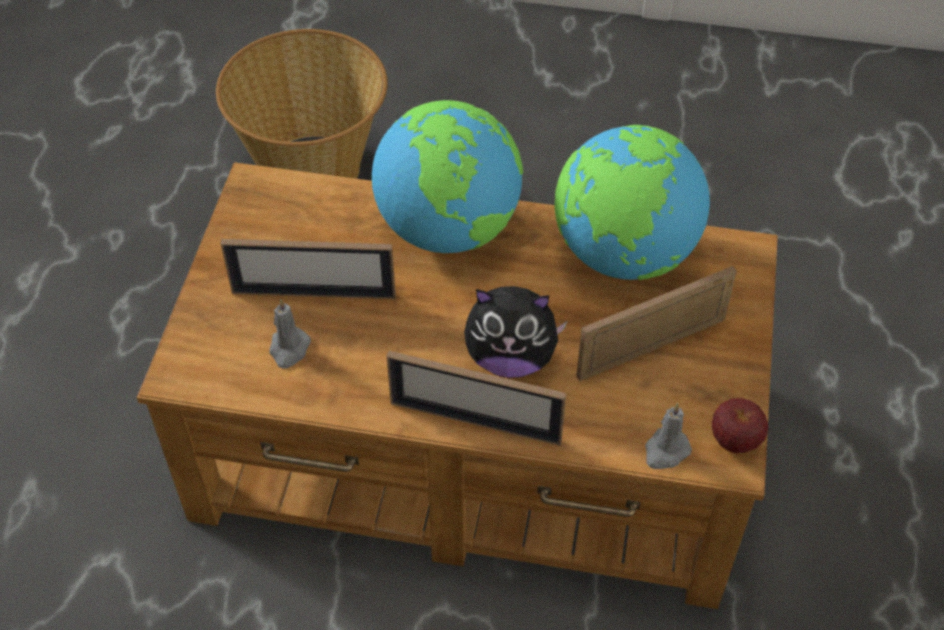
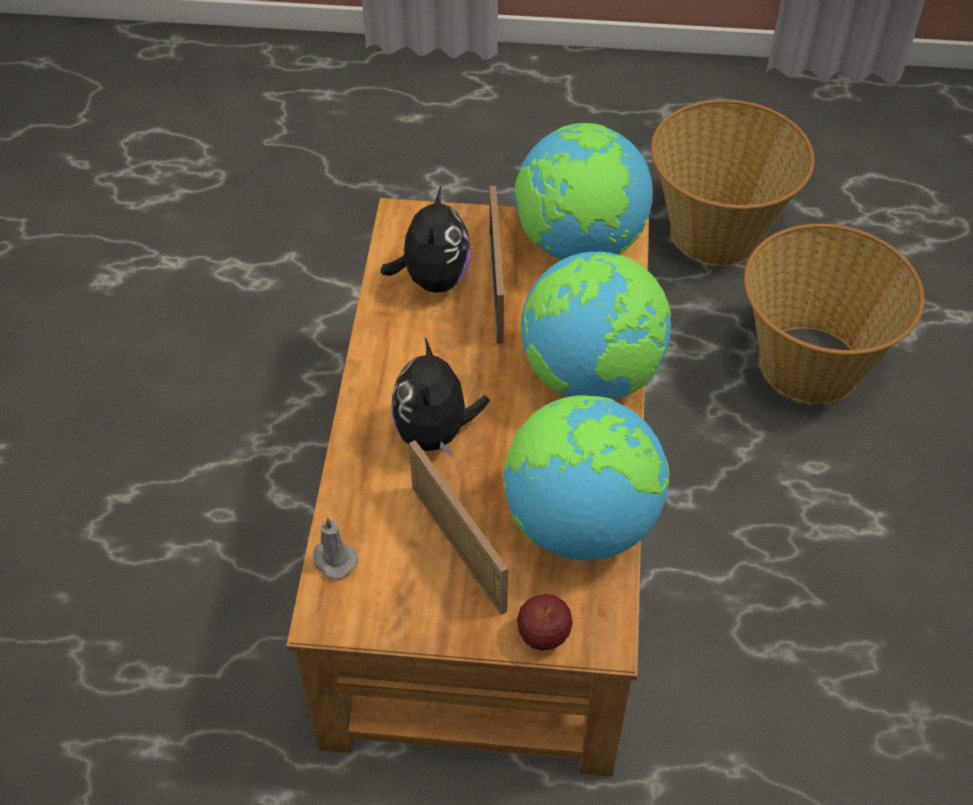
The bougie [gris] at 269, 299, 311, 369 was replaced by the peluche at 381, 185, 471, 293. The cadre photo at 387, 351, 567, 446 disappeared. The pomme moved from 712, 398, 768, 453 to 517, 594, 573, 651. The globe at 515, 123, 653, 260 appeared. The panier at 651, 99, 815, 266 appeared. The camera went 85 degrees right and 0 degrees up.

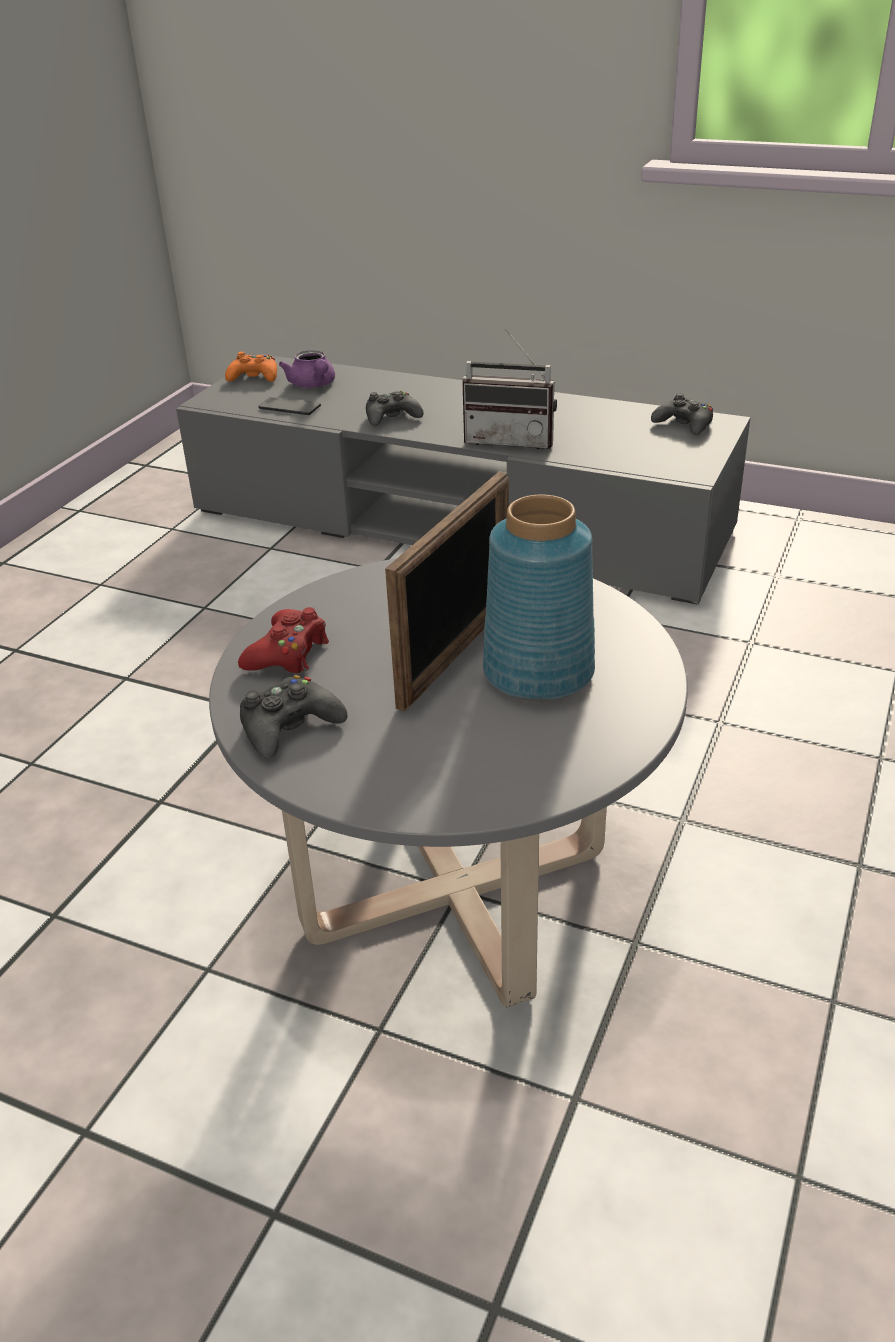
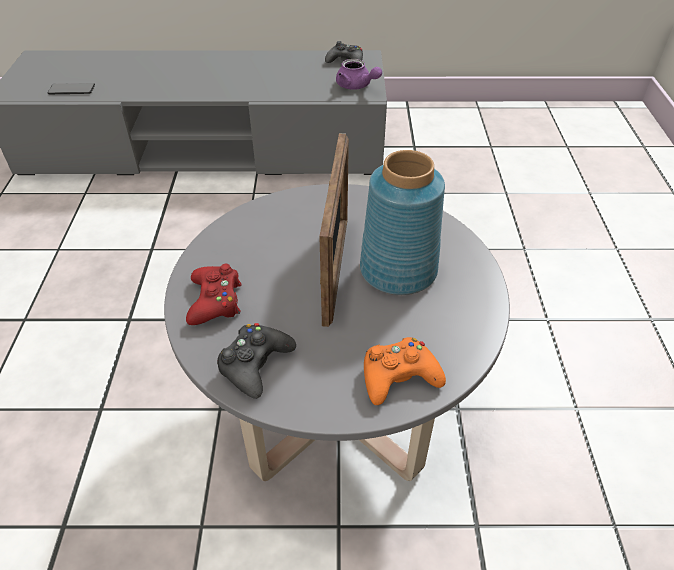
The manette [orange] moved from 225, 352, 277, 382 to 364, 337, 446, 405. The théière [violet] moved from 279, 350, 335, 388 to 336, 59, 382, 90. The manette [noir] at 366, 391, 423, 426 disappeared. The radio at 462, 329, 557, 449 disappeared. The camera went 25 degrees left and 10 degrees up.

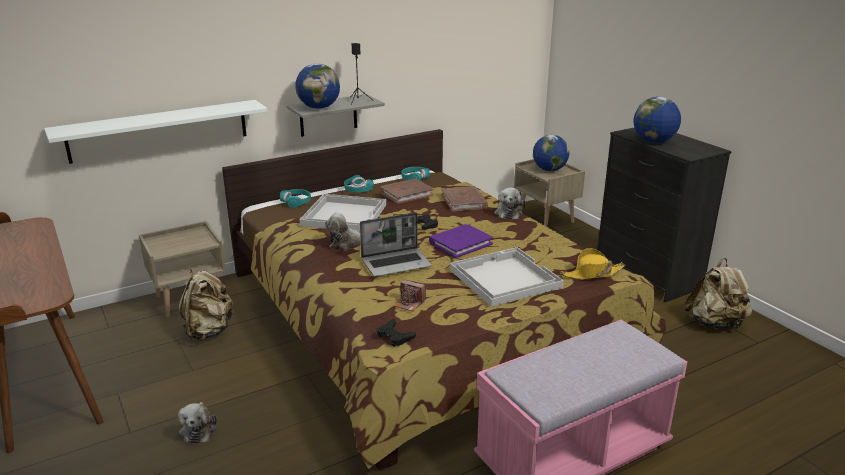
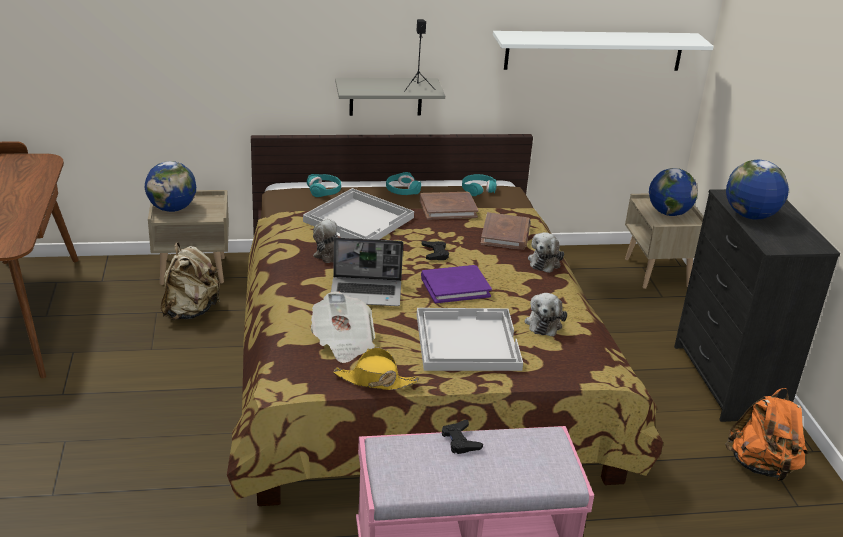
The étagère [blanc] moved from 44, 100, 268, 164 to 493, 31, 714, 71. The peluche moved from 178, 402, 217, 444 to 525, 293, 567, 337. The globe moved from 295, 63, 340, 109 to 145, 161, 196, 212. The manette [noir] moved from 377, 319, 416, 346 to 442, 420, 483, 454. The appareil photo at 393, 280, 426, 312 was replaced by the journal at 311, 291, 375, 363. The chapeau [jaune] moved from 560, 248, 626, 280 to 333, 348, 419, 390. The sac à dos [beige] at 685, 258, 752, 329 became the sac à dos [orange] at 725, 388, 808, 481. The camera went 20 degrees right and 5 degrees up.

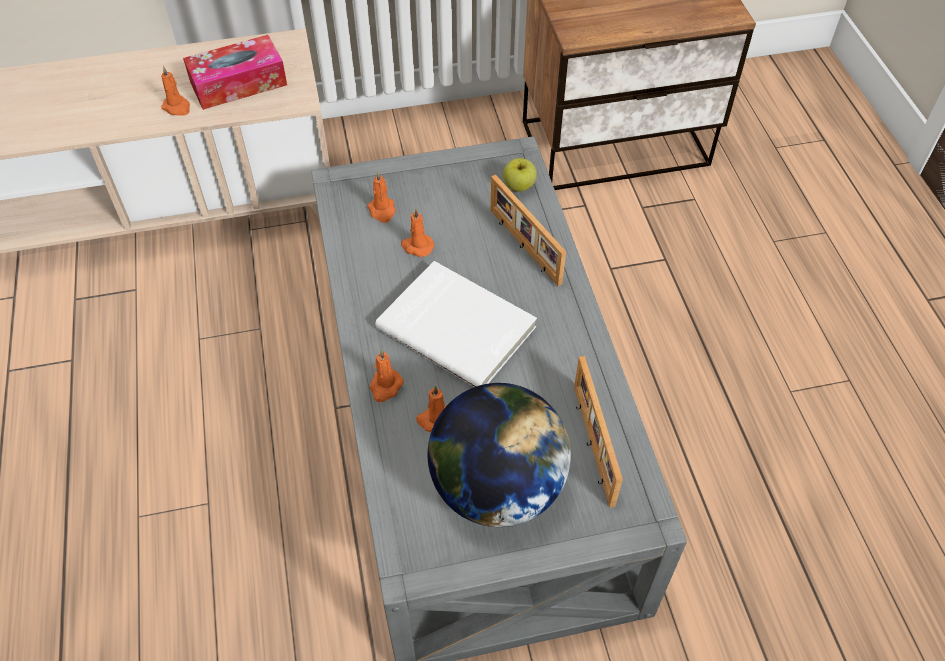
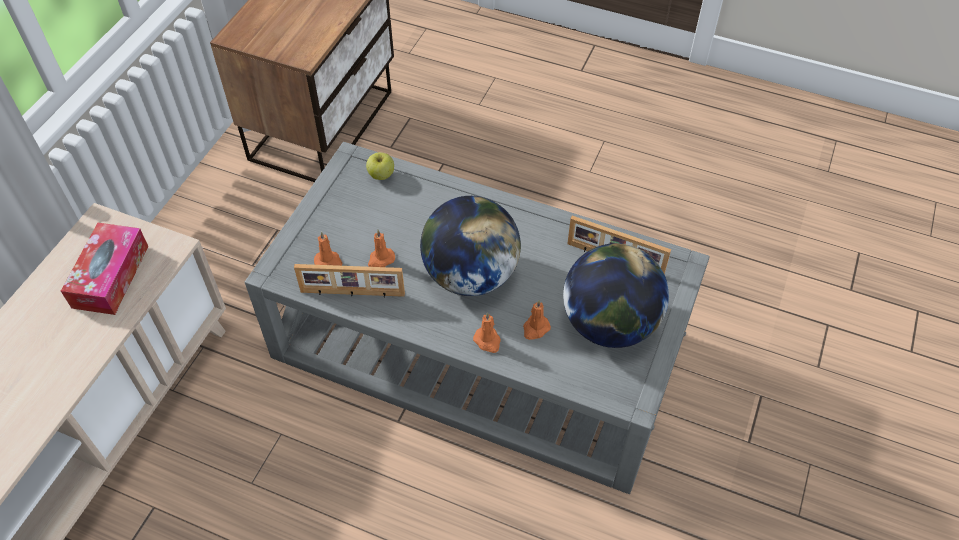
The bougie [orange] at 161, 66, 190, 116 disappeared. The livre [blanc] at 375, 261, 537, 387 was replaced by the globe at 420, 196, 521, 296. The cadre photo moved from 490, 175, 566, 286 to 294, 264, 405, 298. The camera went 55 degrees left and 0 degrees up.

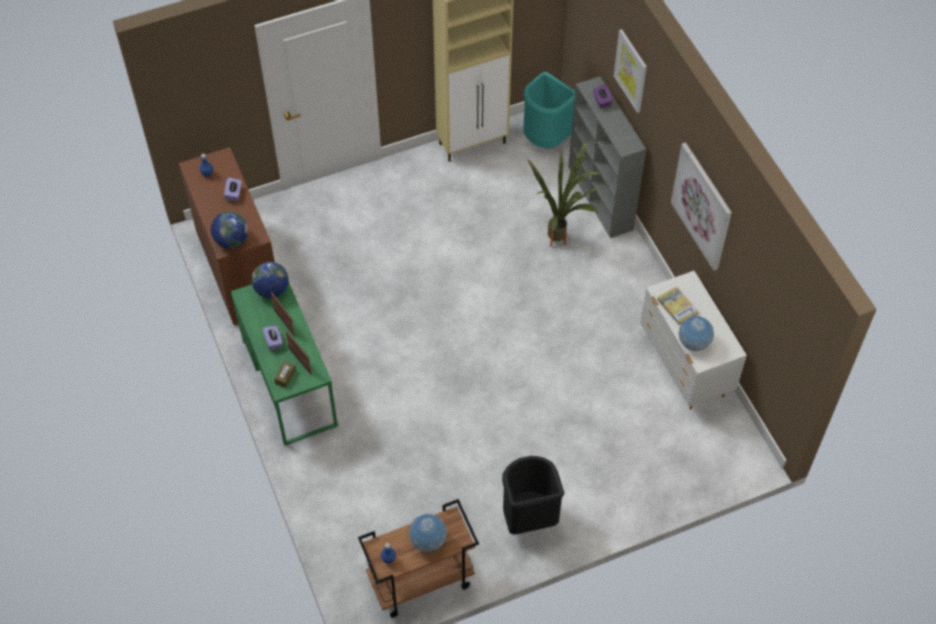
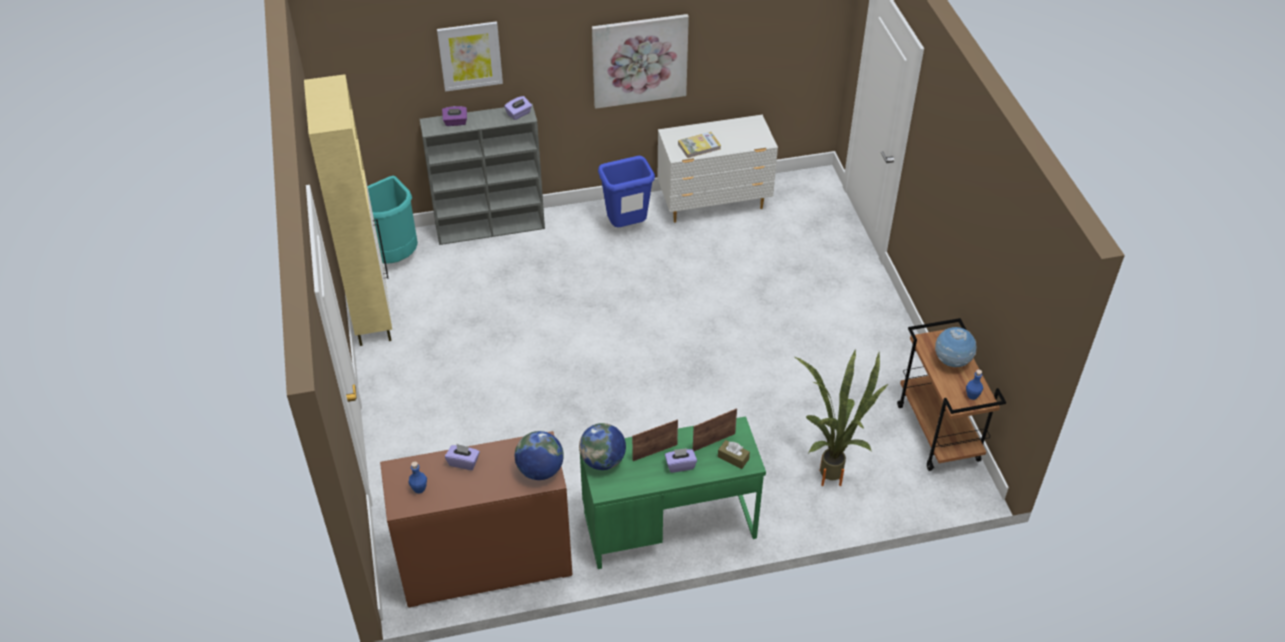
The poubelle [noir] at 502, 456, 564, 535 disappeared. The plante en pot moved from 528, 139, 603, 247 to 795, 350, 888, 486. The globe at 678, 316, 714, 351 disappeared. The boîte à mouchoirs [violet] at 504, 96, 532, 120 appeared. The poubelle [bleu] at 598, 156, 655, 227 appeared. The camera went 80 degrees left and 10 degrees down.

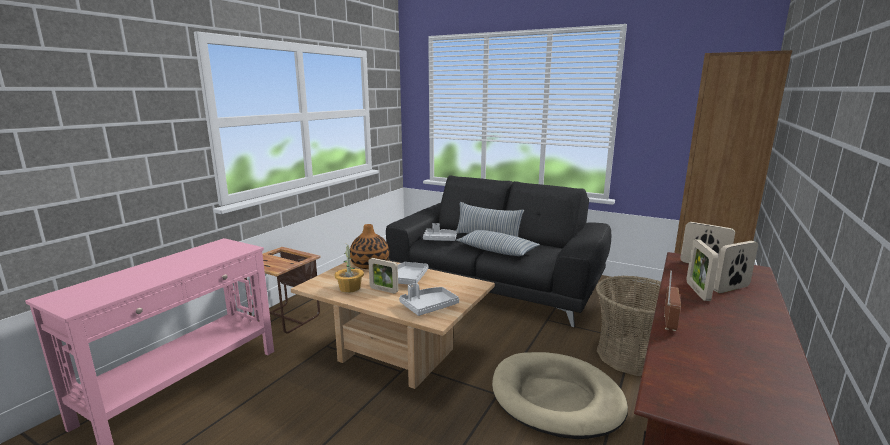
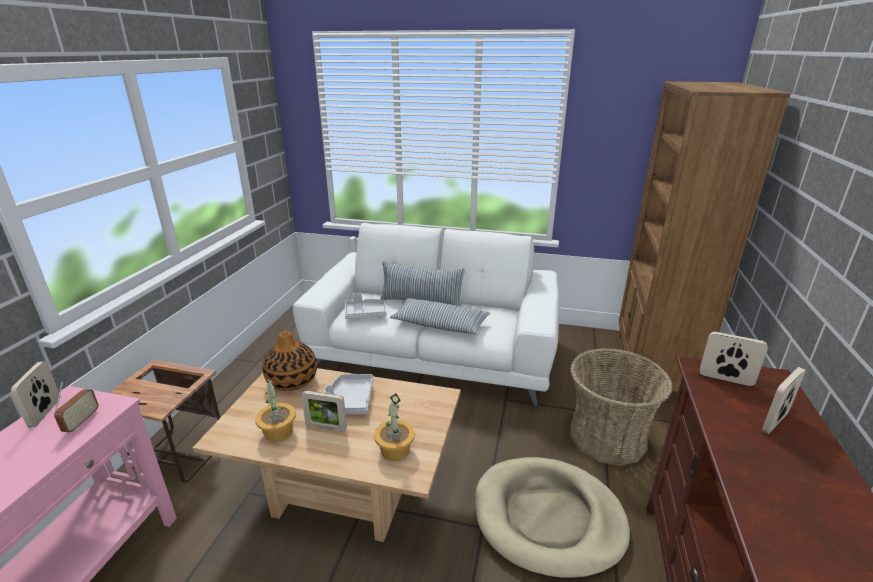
The canapé [noir] at 386, 175, 611, 327 became the canapé [blanc] at 293, 223, 560, 406. The plateau [gris] at 399, 283, 459, 316 was replaced by the plante en pot at 374, 393, 415, 461. The radio moved from 664, 270, 681, 331 to 54, 382, 99, 432. The cadre photo moved from 687, 239, 719, 301 to 11, 361, 60, 427. The camera went 15 degrees left and 10 degrees up.

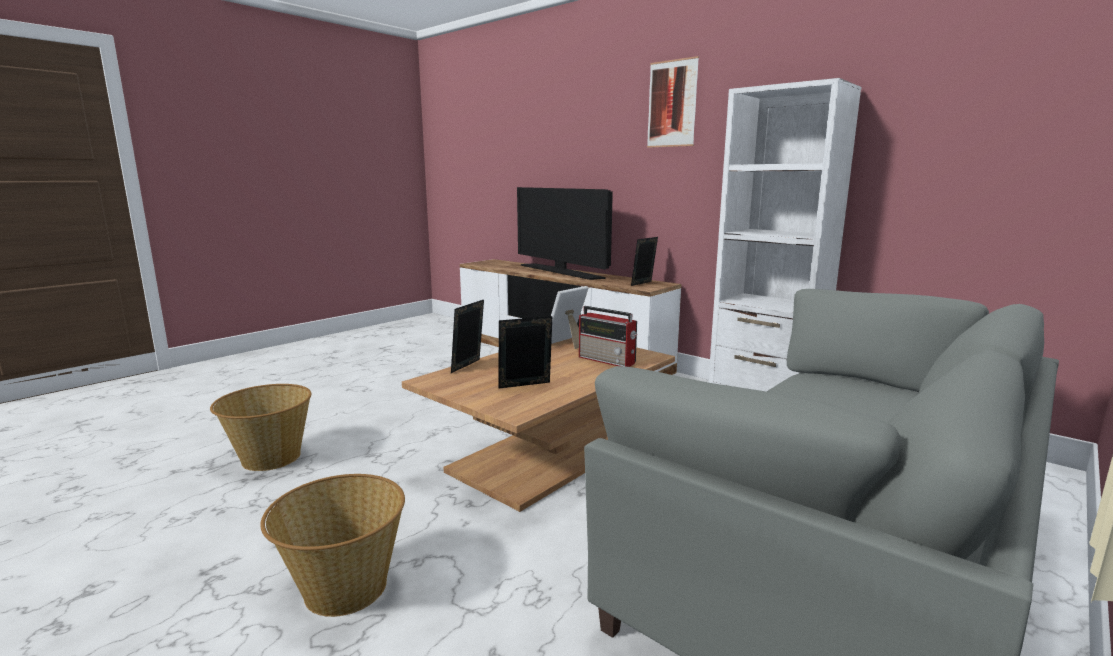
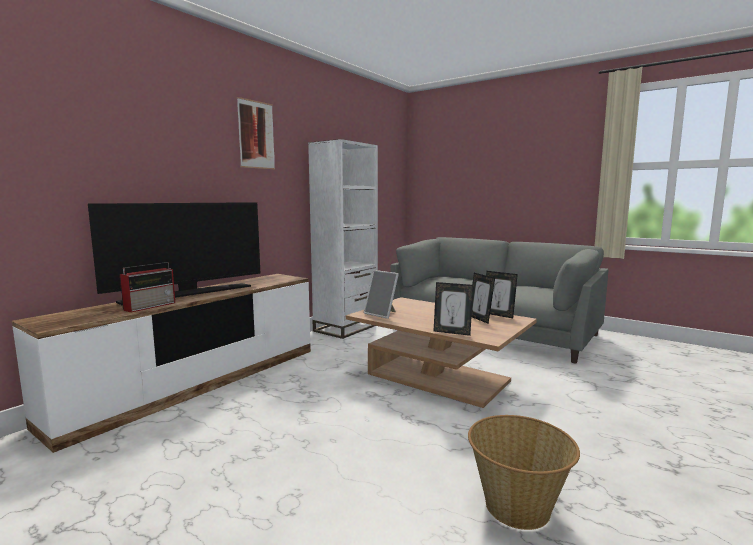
The panier at 260, 474, 405, 617 disappeared. The radio moved from 579, 306, 637, 367 to 120, 262, 175, 312. The cadre photo moved from 631, 237, 658, 286 to 486, 271, 518, 318. The camera went 95 degrees left and 5 degrees down.

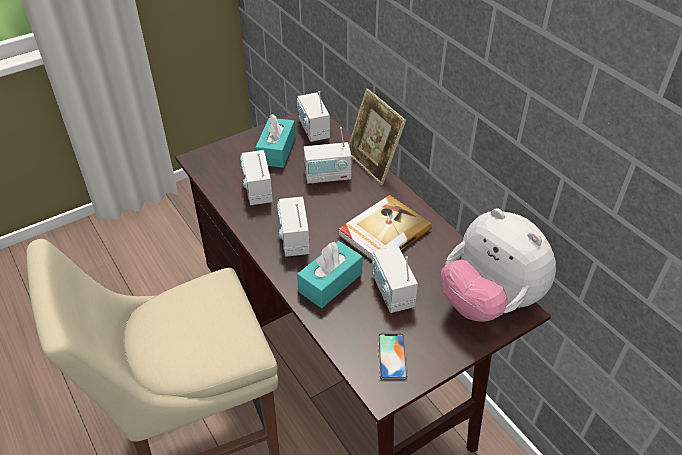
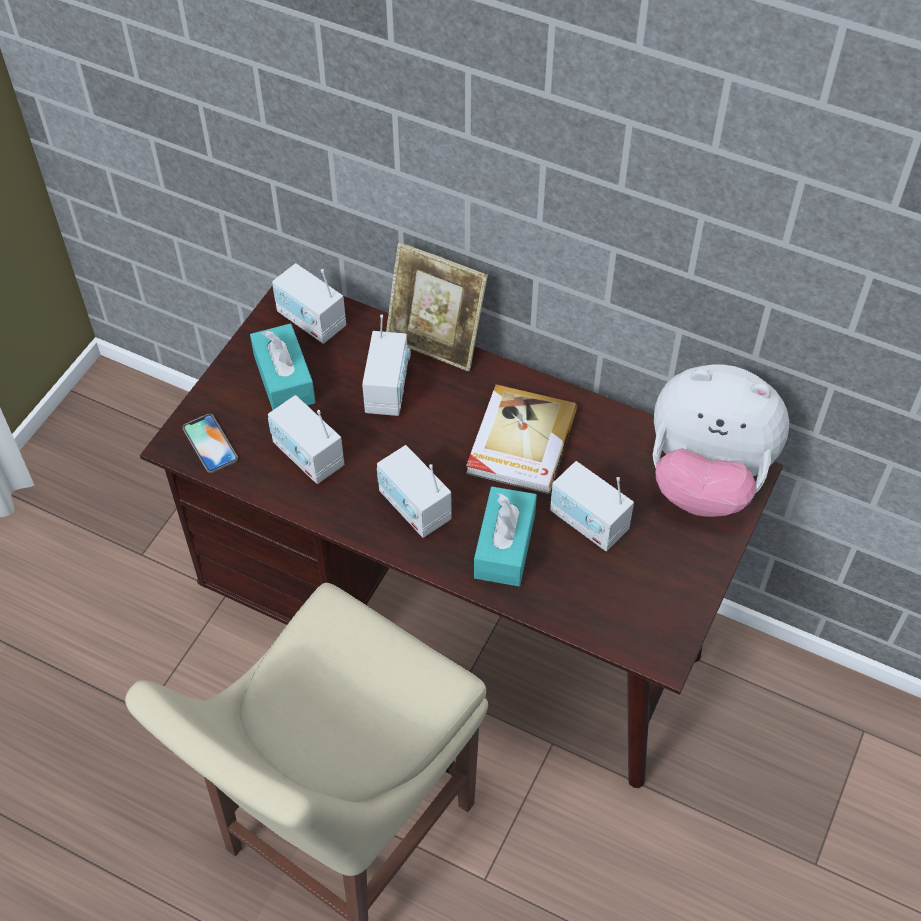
The radio at 304, 127, 352, 184 turned 45 degrees counterclockwise. The téléphone moved from 378, 333, 408, 380 to 182, 414, 238, 473. The camera went 30 degrees left and 10 degrees up.

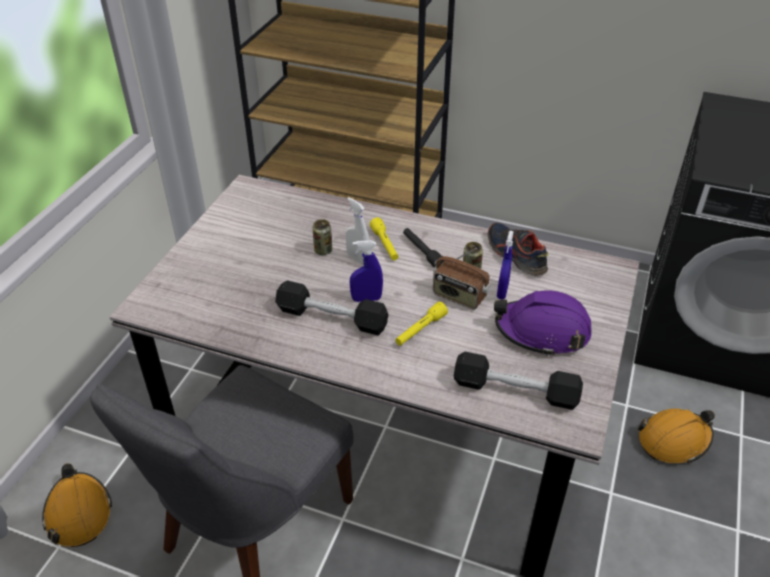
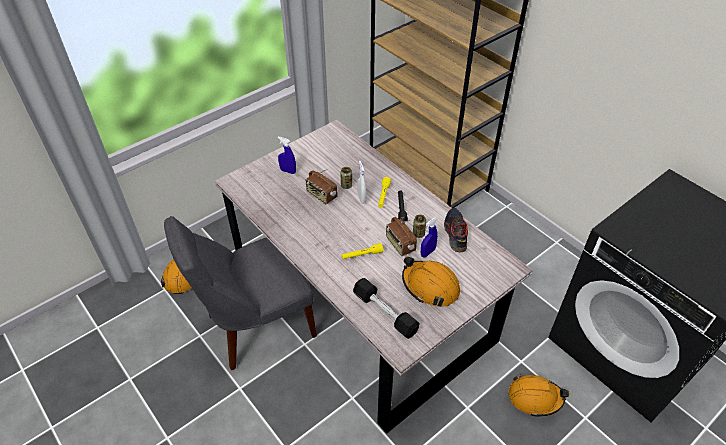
The haltère [noir] at 275, 280, 388, 335 disappeared. The vaporisateur [bleu] moved from 350, 240, 383, 302 to 277, 137, 296, 174. The casque de chantier [violet] at 494, 290, 592, 356 became the casque de chantier [orange] at 402, 257, 460, 307. The radio at 306, 169, 337, 204 appeared. The camera went 30 degrees right and 5 degrees up.

